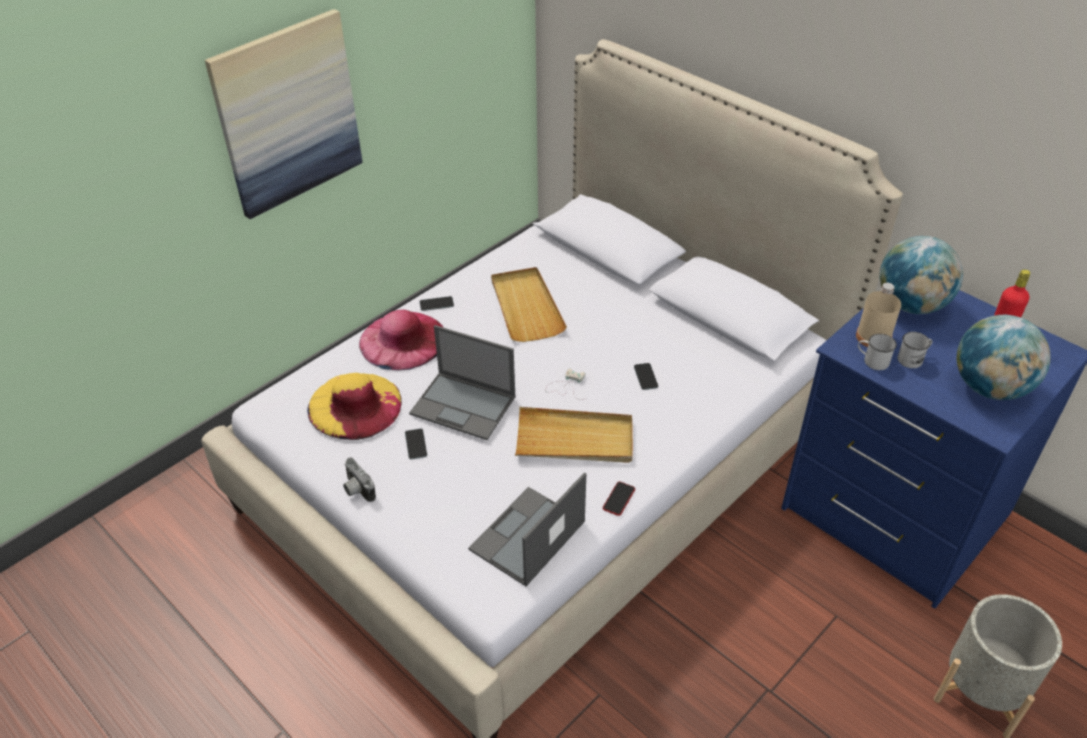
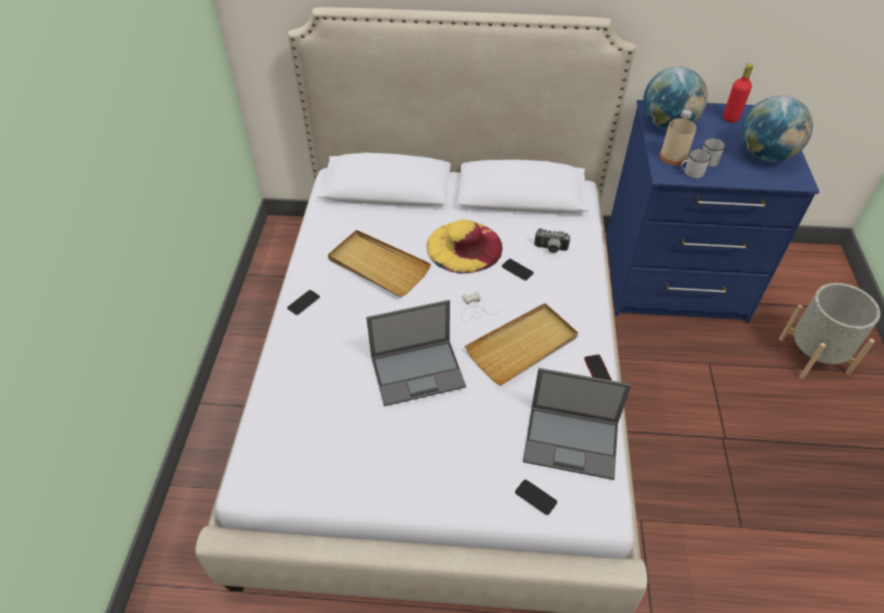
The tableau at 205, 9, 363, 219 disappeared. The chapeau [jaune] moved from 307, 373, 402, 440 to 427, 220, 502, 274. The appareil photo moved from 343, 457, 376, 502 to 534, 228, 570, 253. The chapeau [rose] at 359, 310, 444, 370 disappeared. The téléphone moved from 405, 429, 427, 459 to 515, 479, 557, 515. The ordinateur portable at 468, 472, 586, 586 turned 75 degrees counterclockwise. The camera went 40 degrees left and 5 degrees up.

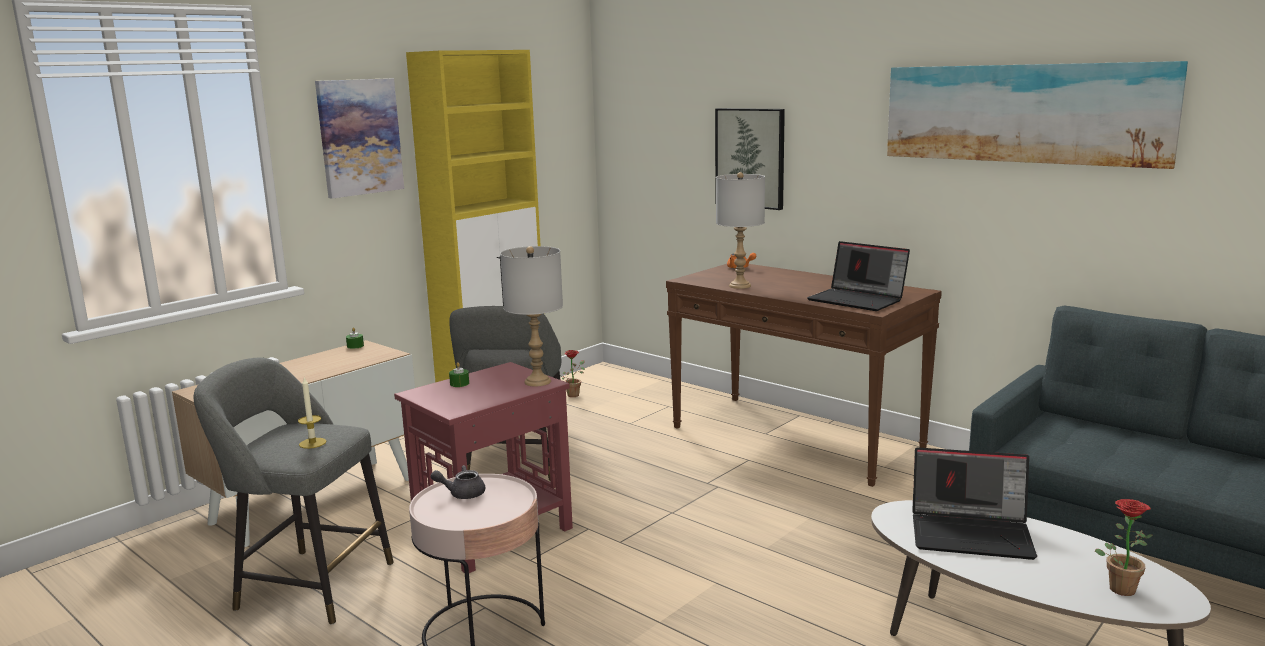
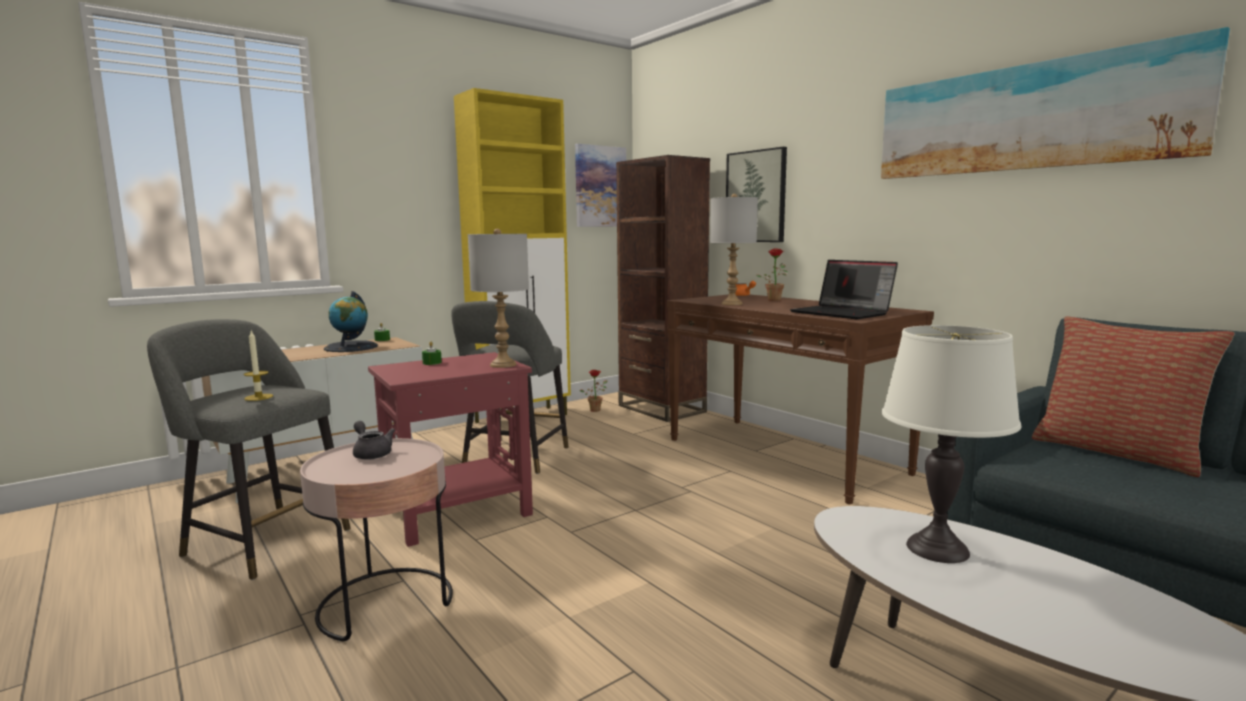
The tableau moved from 315, 78, 404, 199 to 575, 144, 626, 227. The théière [gris] at 431, 465, 485, 499 turned 45 degrees clockwise. The ordinateur portable at 912, 447, 1037, 560 was replaced by the lampe de table [blanc] at 882, 325, 1021, 563. The plante en pot moved from 1095, 499, 1153, 596 to 756, 248, 788, 301. The globe at 324, 291, 378, 352 appeared. The bibliothèque [marron] at 616, 155, 710, 422 appeared. The coussin at 1032, 316, 1235, 477 appeared. The camera went 10 degrees right and 5 degrees down.

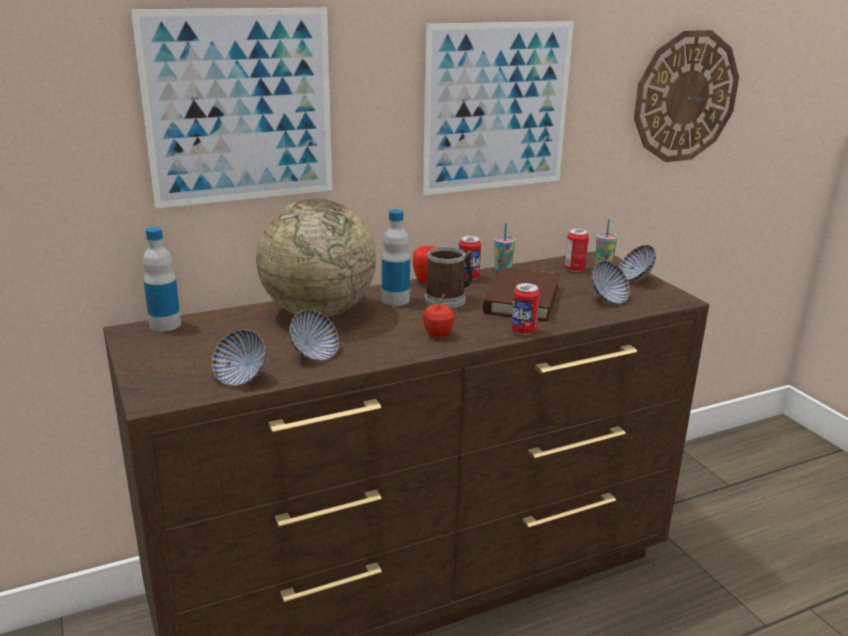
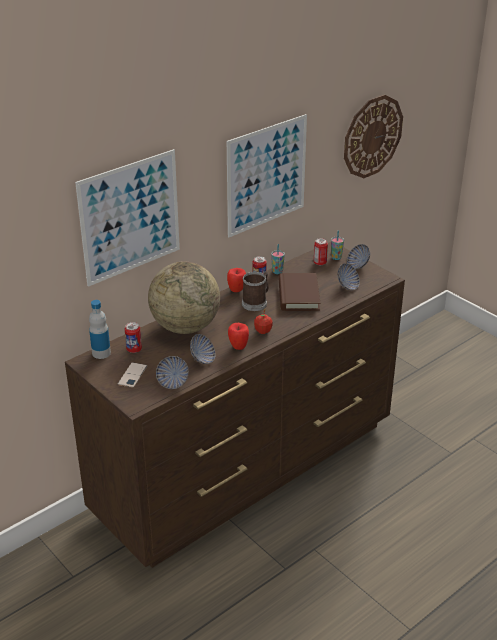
The bouteille at 382, 209, 410, 306 disappeared. The boîte métallique moved from 511, 283, 540, 335 to 125, 322, 142, 353. The téléphone at 117, 362, 148, 388 appeared. The pomme at 228, 323, 249, 350 appeared. The camera went 15 degrees left and 10 degrees up.

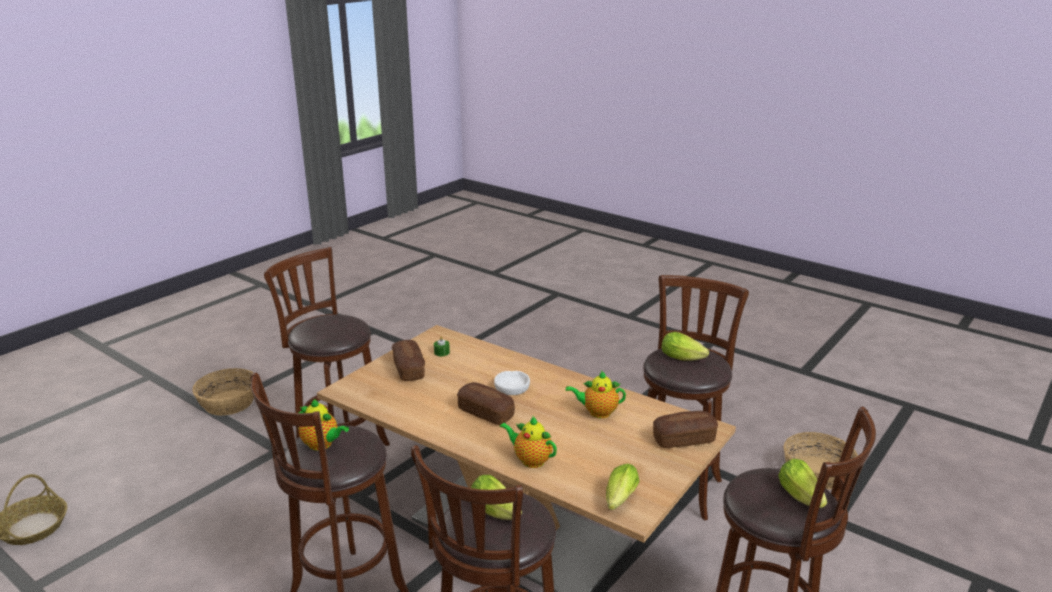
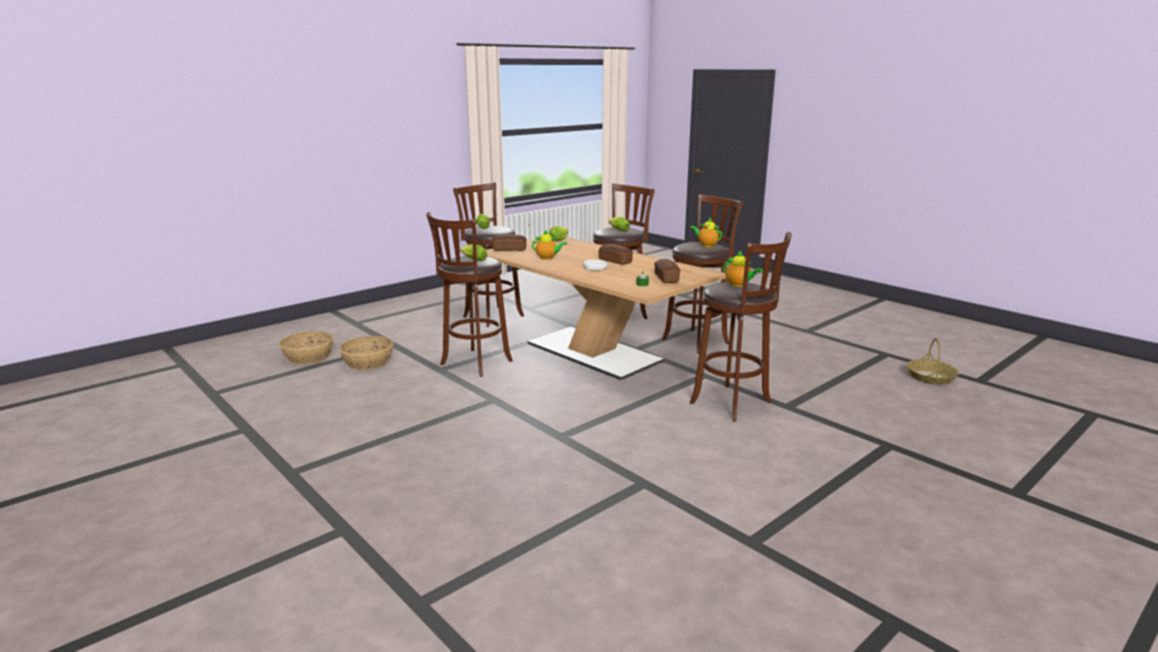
The panier moved from 192, 368, 254, 415 to 279, 331, 333, 365. The théière moved from 500, 416, 557, 468 to 723, 251, 763, 287. The camera went 170 degrees left and 5 degrees down.

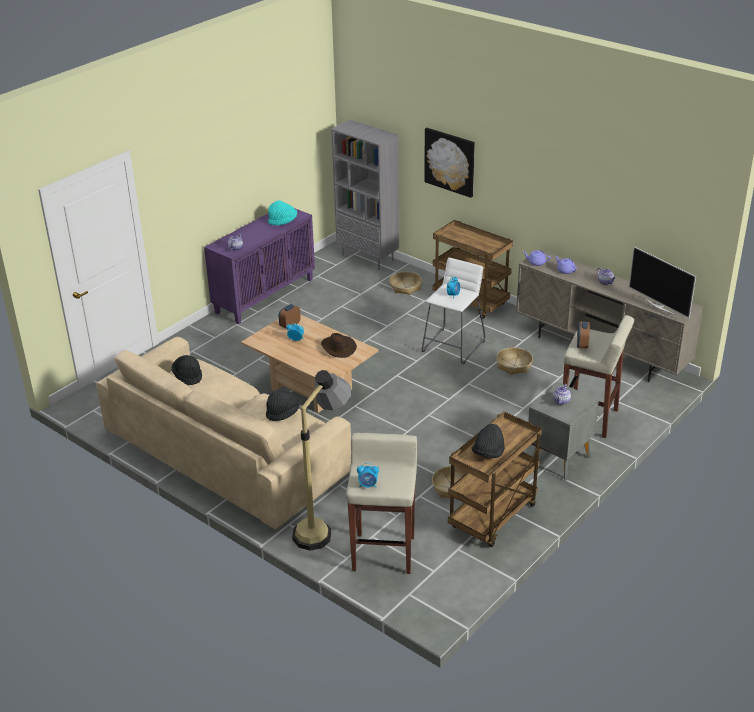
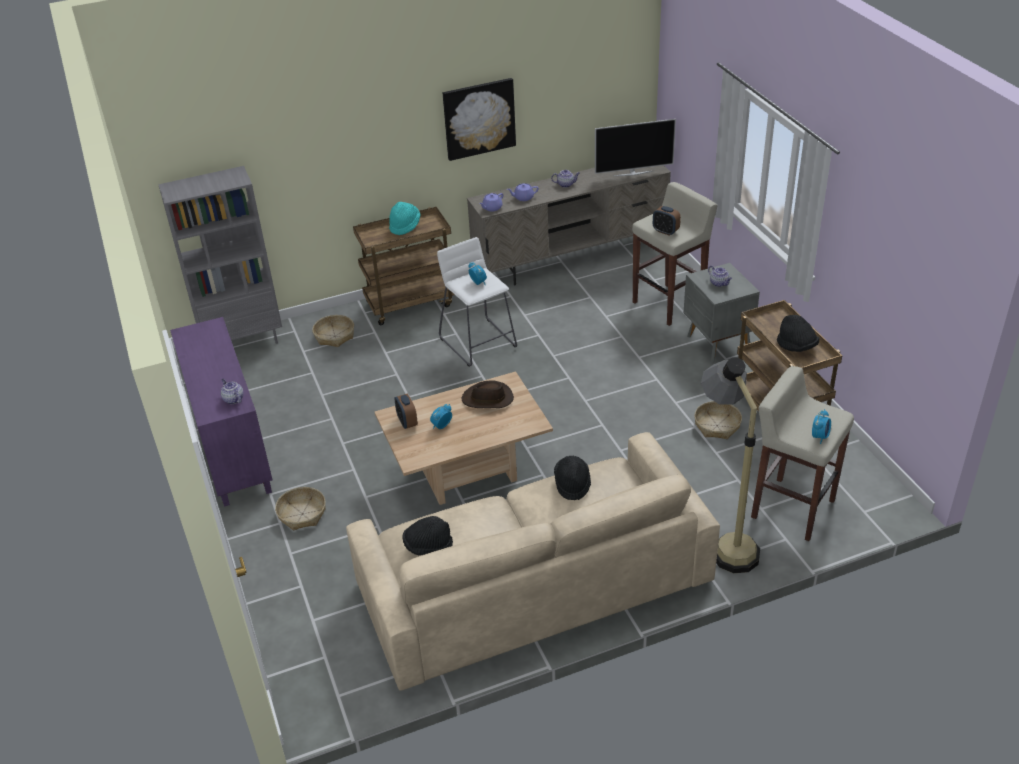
The chapeau [turquoise] moved from 268, 200, 297, 225 to 389, 202, 420, 235. The tableau moved from 424, 128, 475, 198 to 443, 78, 516, 161. The panier moved from 496, 347, 533, 375 to 275, 487, 326, 531. The camera went 60 degrees left and 5 degrees up.

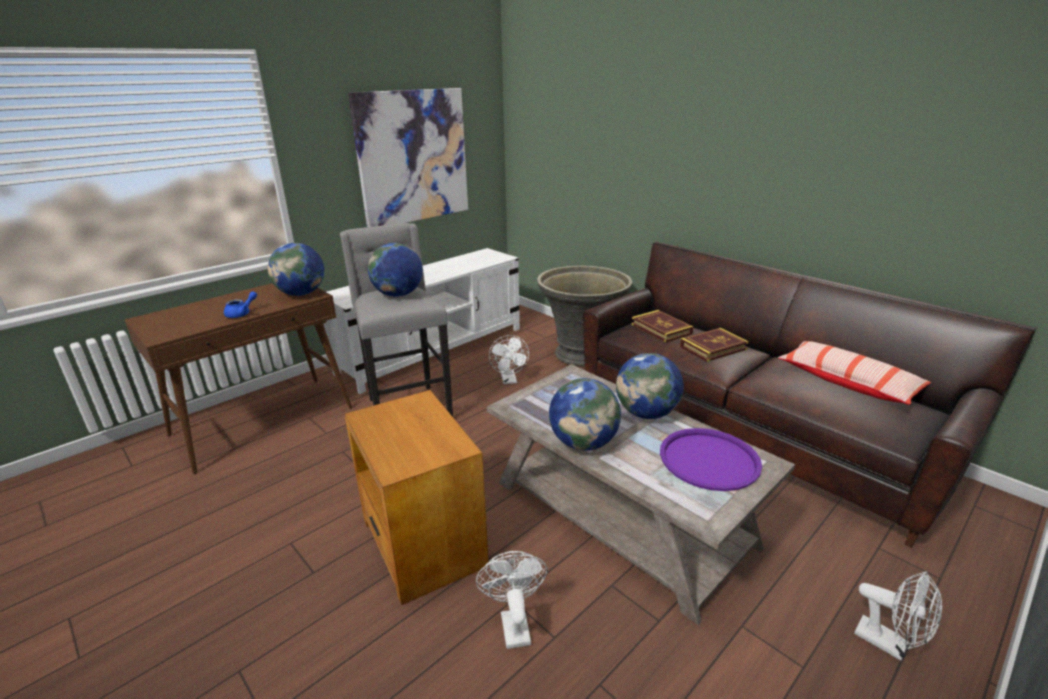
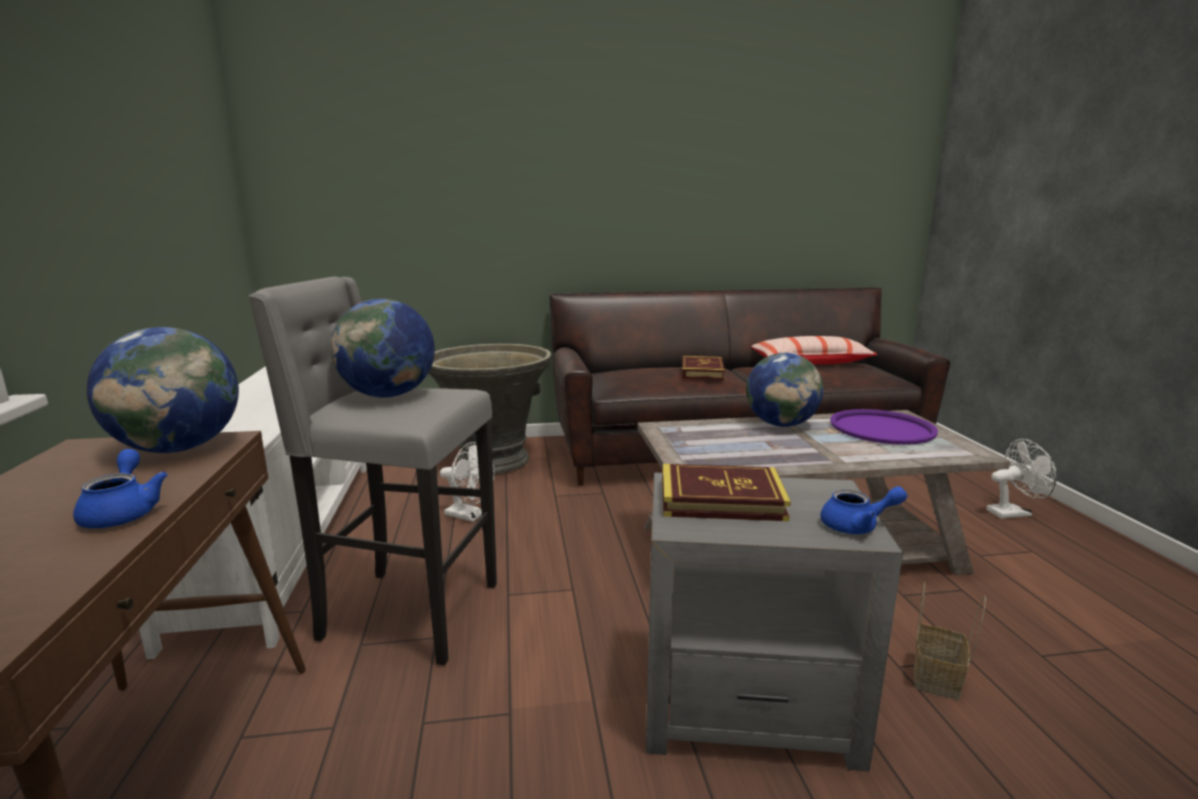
The table d'appoint [marron] at 344, 390, 489, 605 became the table d'appoint [gris] at 646, 473, 903, 771. The tableau at 348, 88, 468, 227 disappeared. The ventilateur [blanc] at 476, 551, 548, 649 was replaced by the panier at 914, 582, 986, 700. The globe at 549, 378, 621, 450 disappeared. The livre moved from 631, 310, 694, 343 to 662, 464, 791, 521. The théière [bleu] at 821, 486, 907, 534 appeared. The camera went 55 degrees left and 10 degrees down.

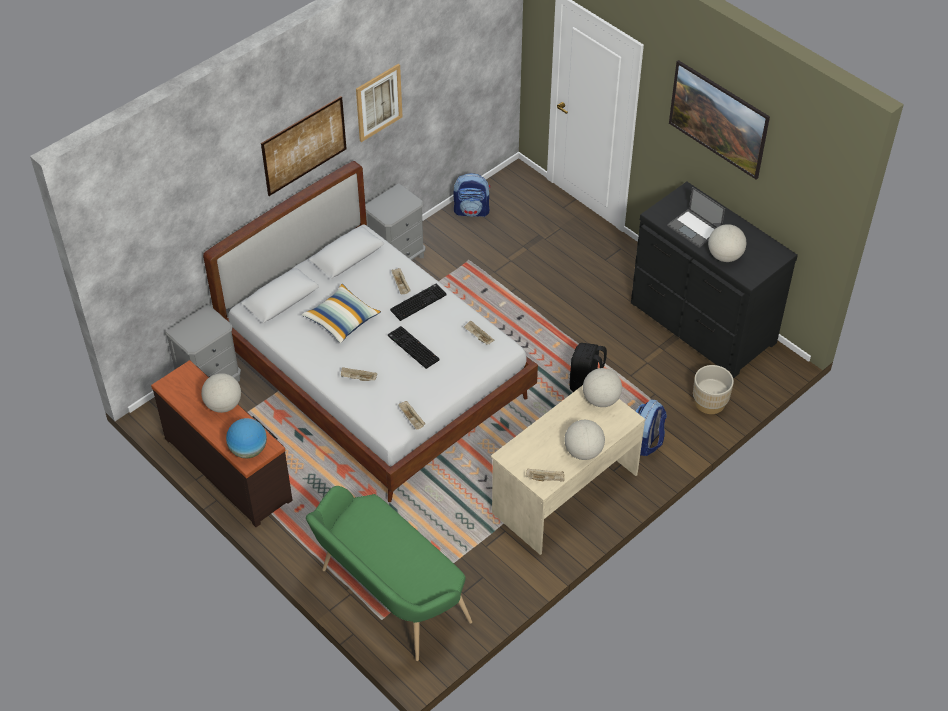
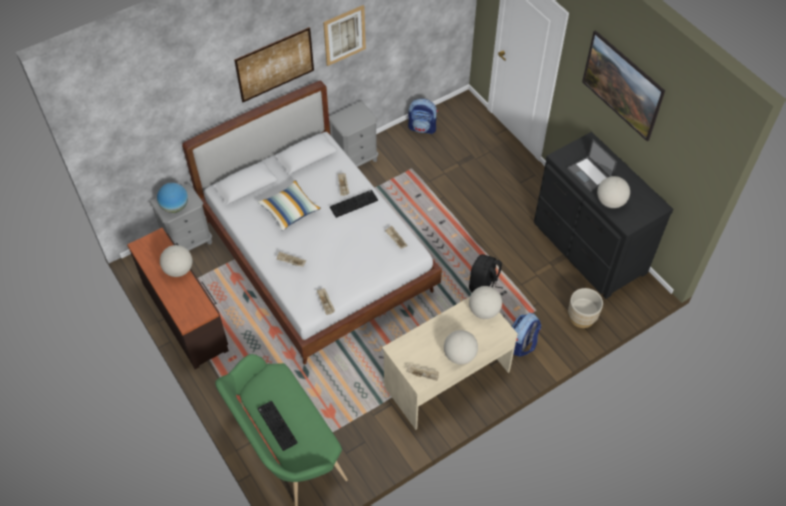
The globe moved from 226, 418, 267, 458 to 157, 183, 188, 213. The clavier moved from 388, 326, 440, 369 to 257, 401, 298, 451. The camera went 10 degrees right and 5 degrees up.

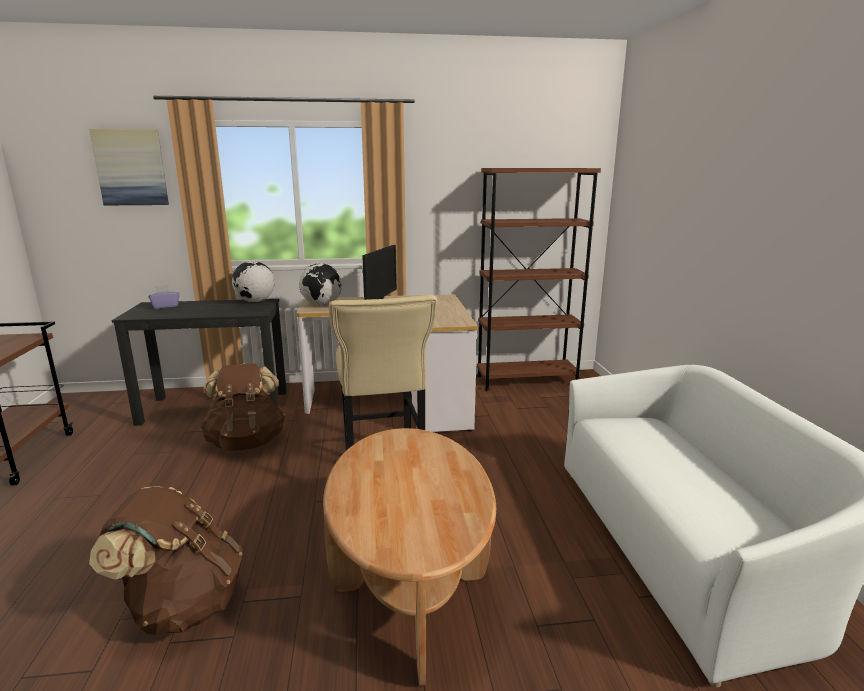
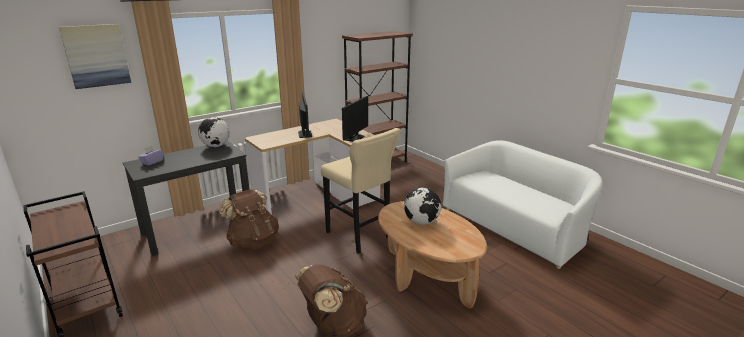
The globe moved from 299, 263, 342, 306 to 404, 187, 441, 225. The écran d'ordinateur at 342, 96, 368, 142 appeared. The camera went 30 degrees left and 5 degrees up.

